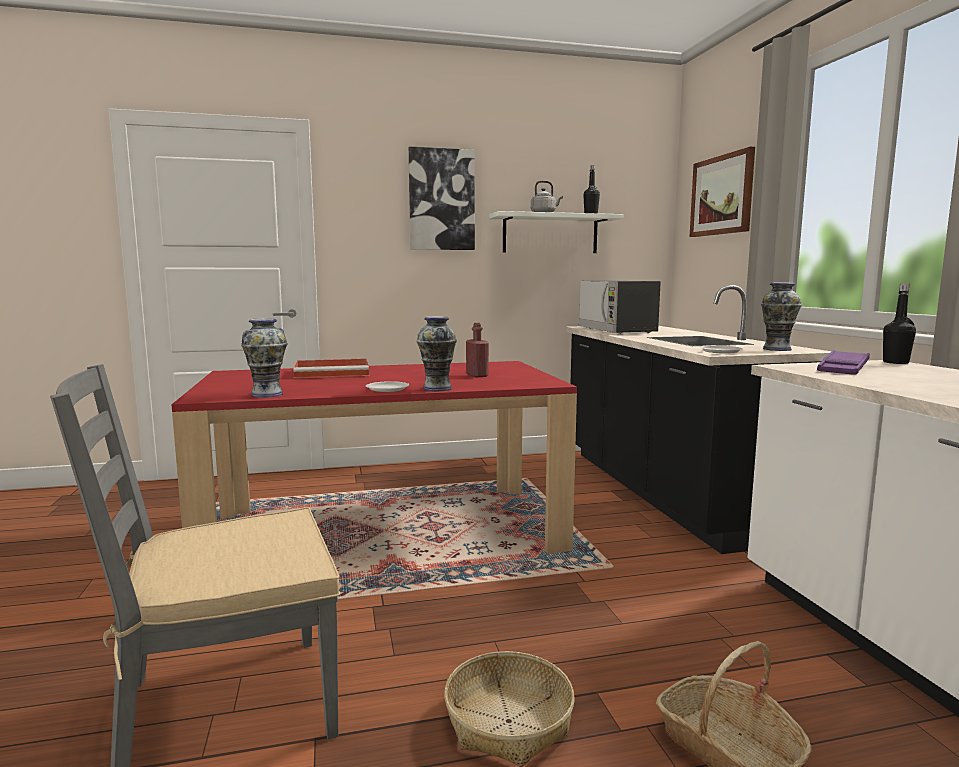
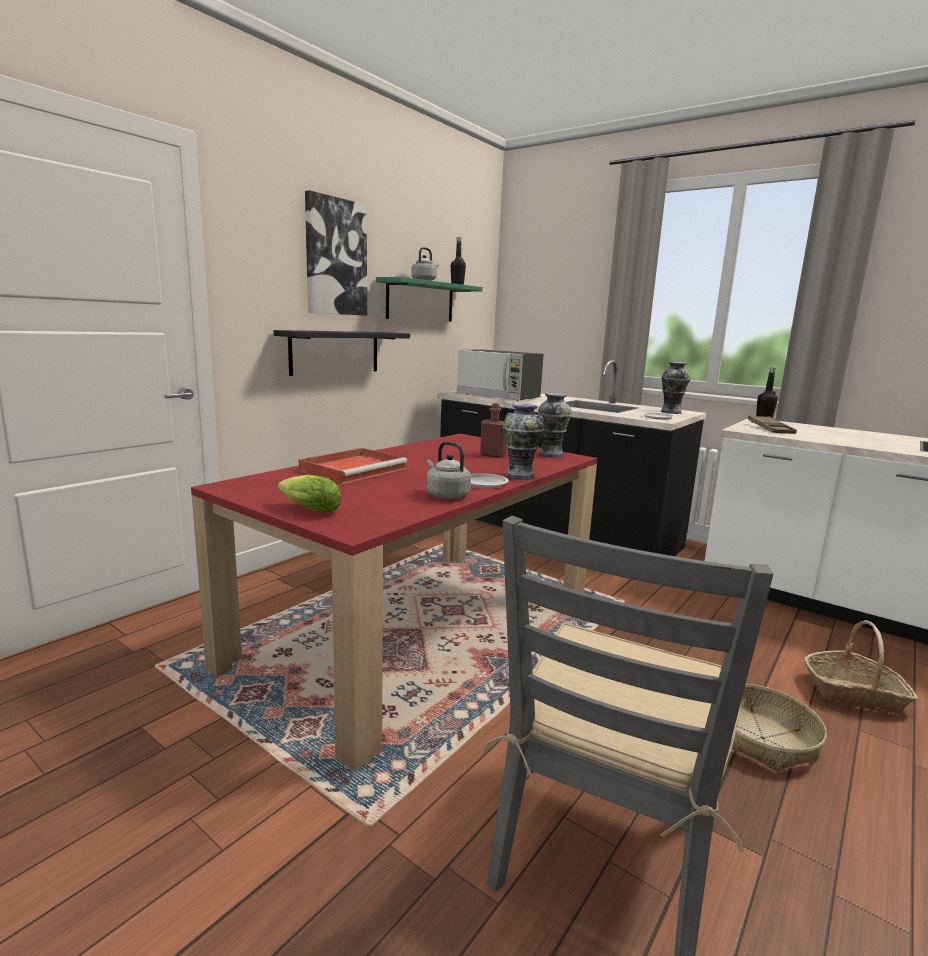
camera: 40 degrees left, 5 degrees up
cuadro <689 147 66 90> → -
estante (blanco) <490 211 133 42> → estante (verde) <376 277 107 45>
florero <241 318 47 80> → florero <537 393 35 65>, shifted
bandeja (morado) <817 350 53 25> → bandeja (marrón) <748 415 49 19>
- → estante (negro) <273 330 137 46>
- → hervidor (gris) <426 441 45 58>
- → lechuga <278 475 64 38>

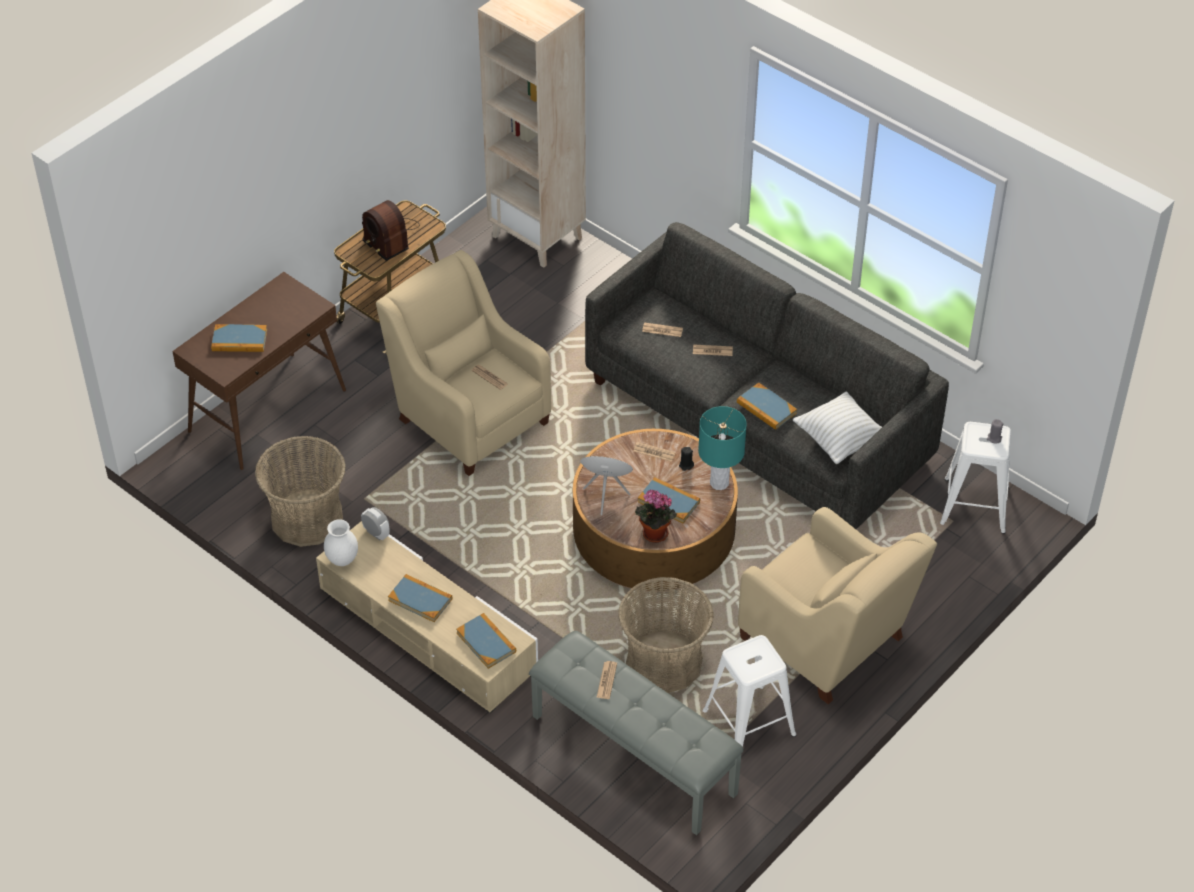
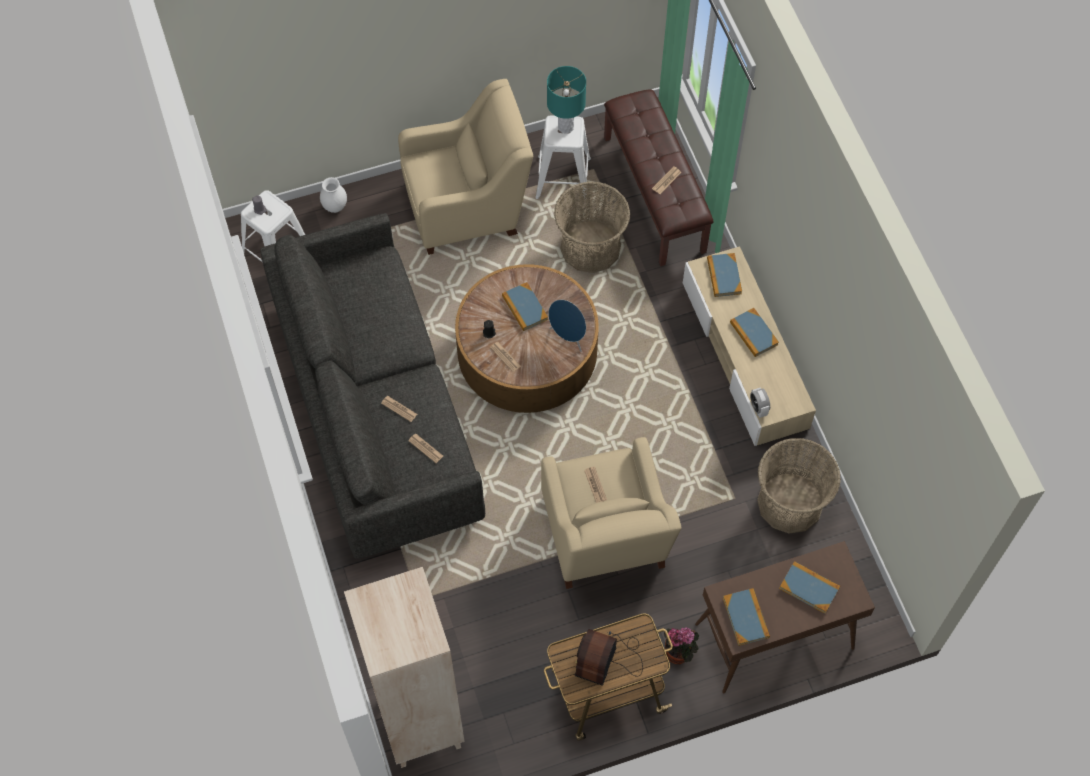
camera: 150 degrees left, 15 degrees up
radio <362 200 58 61> → radio <575 629 68 57>, 150 degrees counterclockwise
libro <737 382 60 48> → libro <723 588 47 58>, shifted
cojín (blanco) <793 392 89 72> → -
lámpara de mesa (turquesa) <698 406 49 84> → lámpara de mesa (turquesa) <547 66 39 68>, shifted
planta en maceta <635 490 42 53> → planta en maceta <664 627 35 37>, shifted
sillón (beis) <738 507 199 197> → sillón (beis) <398 79 135 176>, 90 degrees clockwise
florero (blanco) <324 519 34 47> → florero (blanco) <320 177 27 36>, shifted
banco (gris) <529 631 214 204> → banco (marrón) <604 89 110 177>

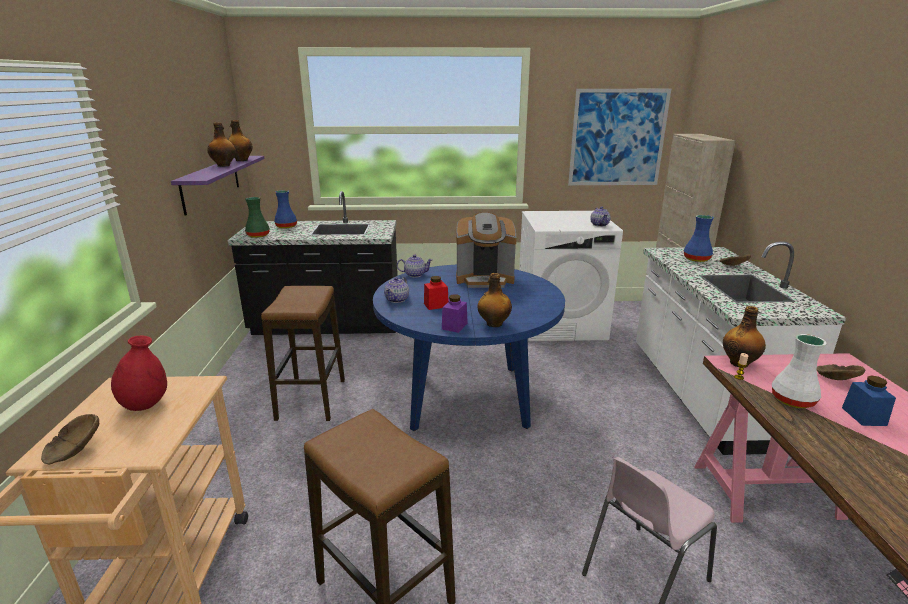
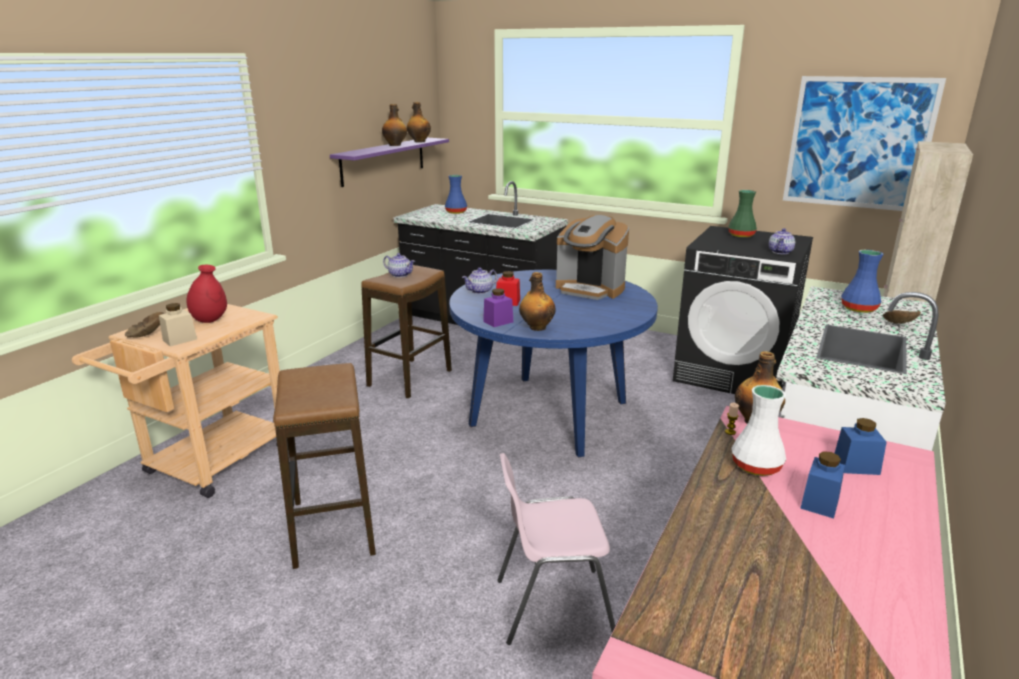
camera: 30 degrees right, 0 degrees up
florero (verde) <245 197 25 41> → florero (verde) <728 190 29 47>, shifted
lavadora (blanco) <519 211 104 130> → lavadora (negro) <673 226 140 168>
tetera <397 255 36 22> → tetera <383 253 32 25>, shifted
cuenco (marrón) <817 364 48 16> → tarro (azul) <835 418 52 57>
- → tarro (beis) <159 303 38 44>

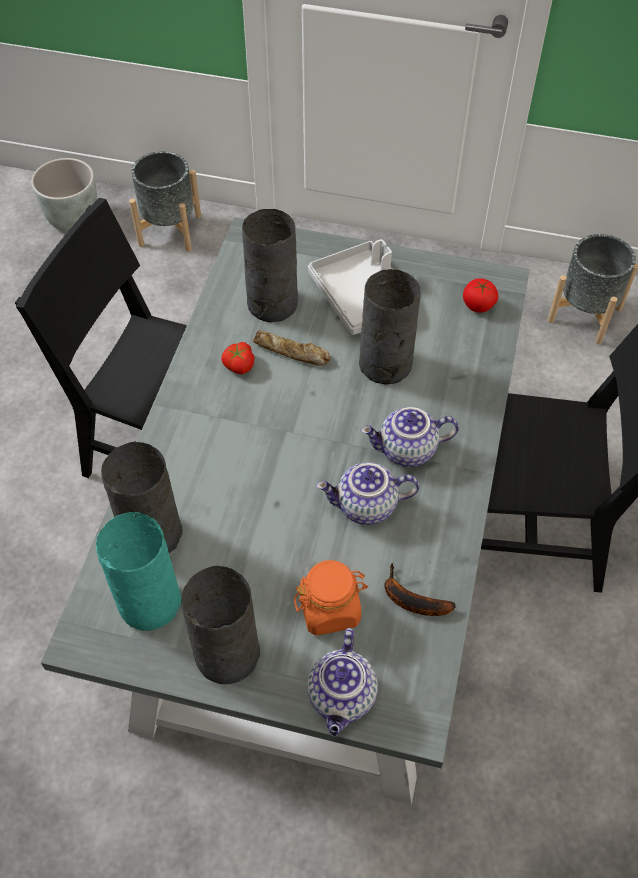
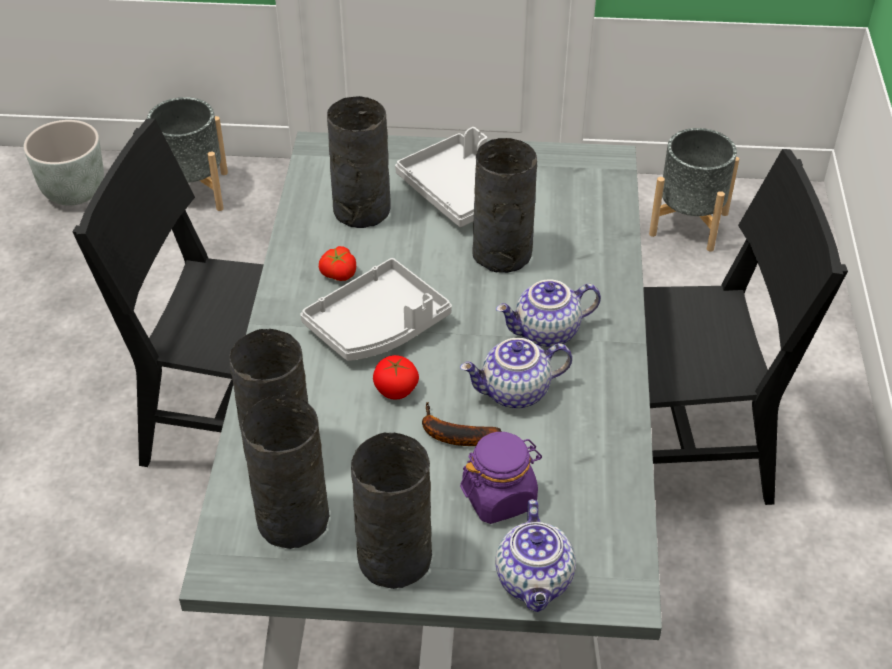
camera: 10 degrees left, 10 degrees down
tomate <463 278 35 35> → tomate <373 355 46 44>, shifted
pan <253 330 77 36> → -
florero (turquesa) <96 512 85 119> → florero (gris) <242 395 87 154>
tarro (naranja) <294 560 74 76> → tarro (morado) <460 432 82 92>
plátano <384 563 72 53> → plátano <422 402 80 44>, shifted
- → bandeja (gris) <300 258 152 103>

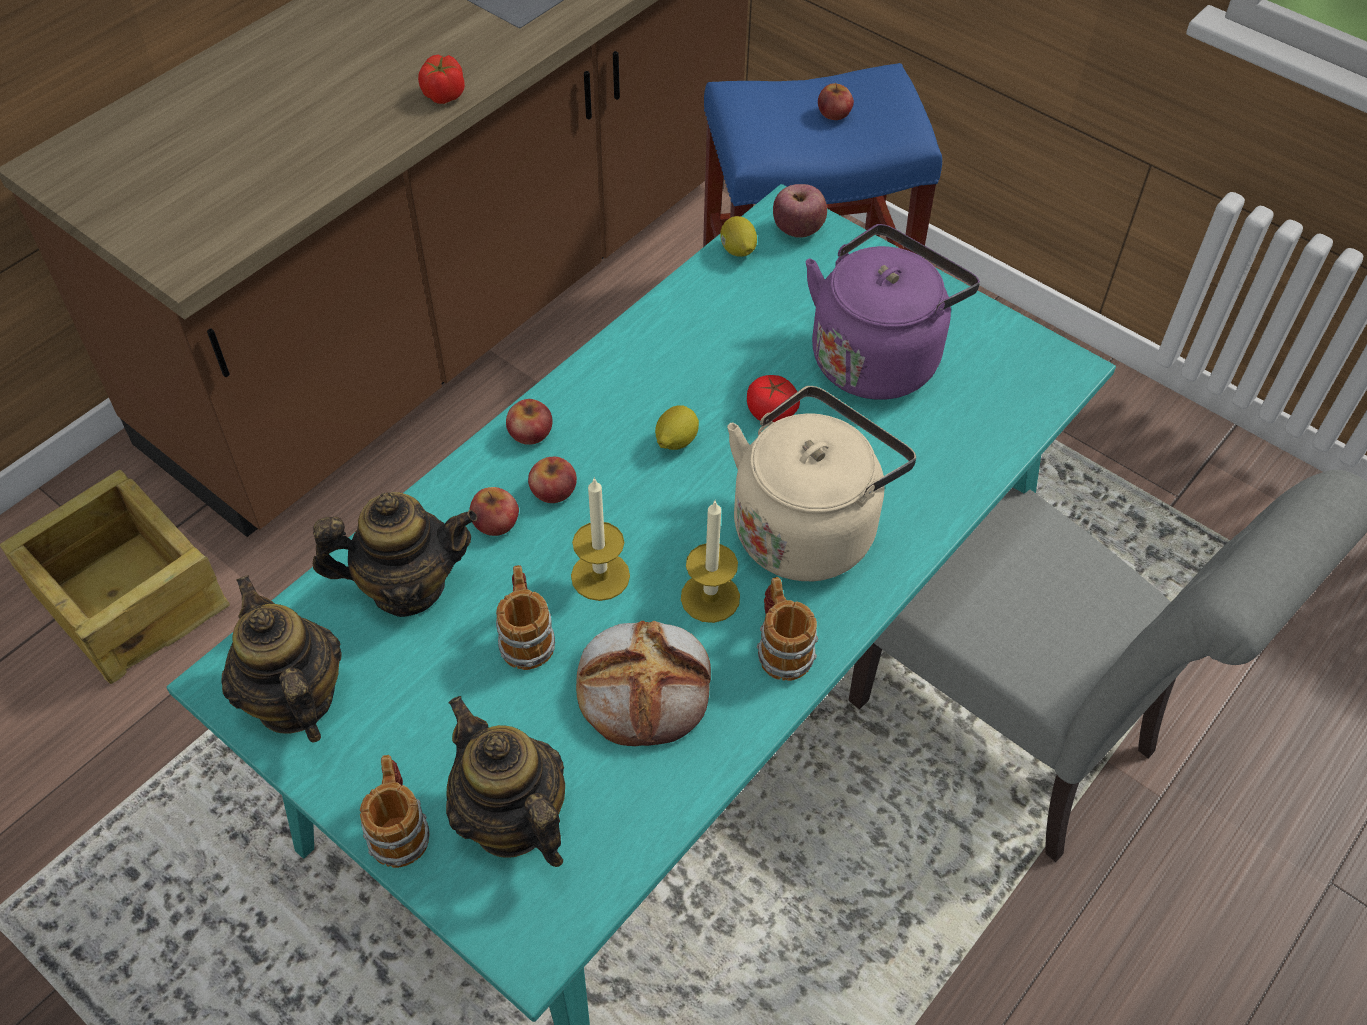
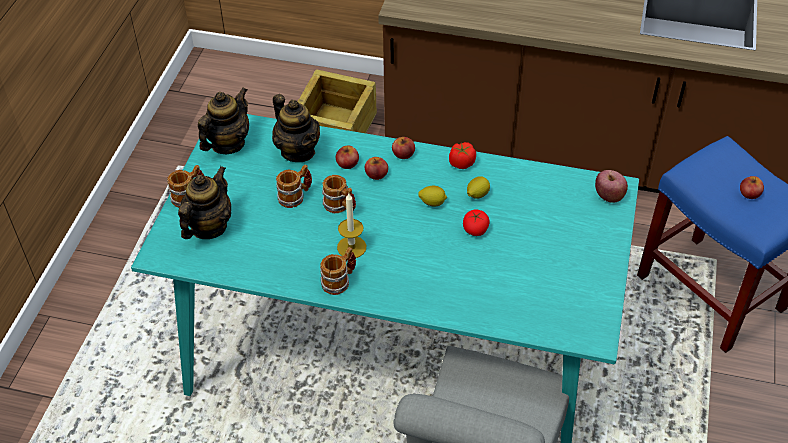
camera: 65 degrees right, 5 degrees down
tomate <418 54 47 50> → tomate <449 142 27 27>, shifted
limón <720 216 37 41> → limón <467 176 23 23>, shifted
hervidor (morado) <806 224 174 176> → -
hervidor (beis) <727 386 189 195> → -
vela <571 477 59 124> → taza grande <322 175 34 38>
pan <576 621 135 125> → -

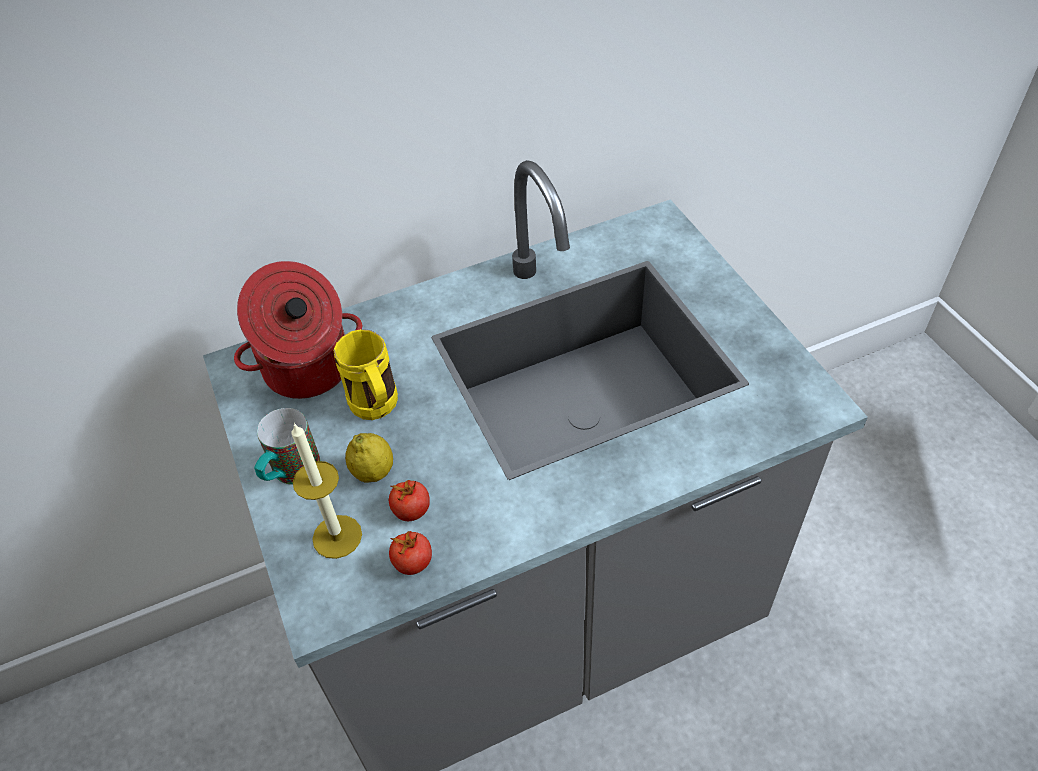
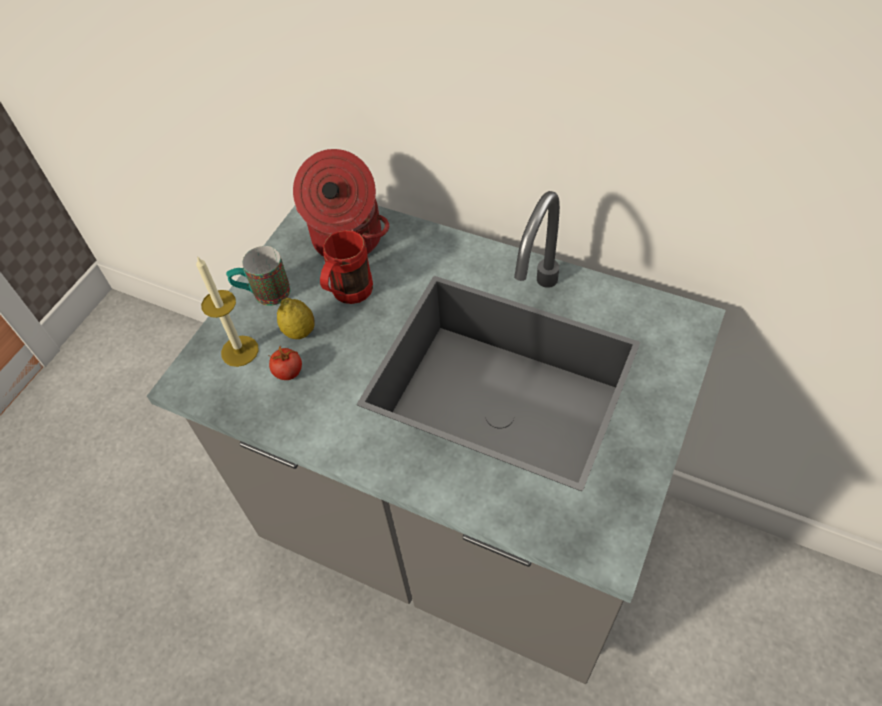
camera: 50 degrees right, 5 degrees up
taza grande (amarillo) <333 329 65 91> → taza grande (rojo) <320 230 53 74>
tomate <389 531 43 44> → -

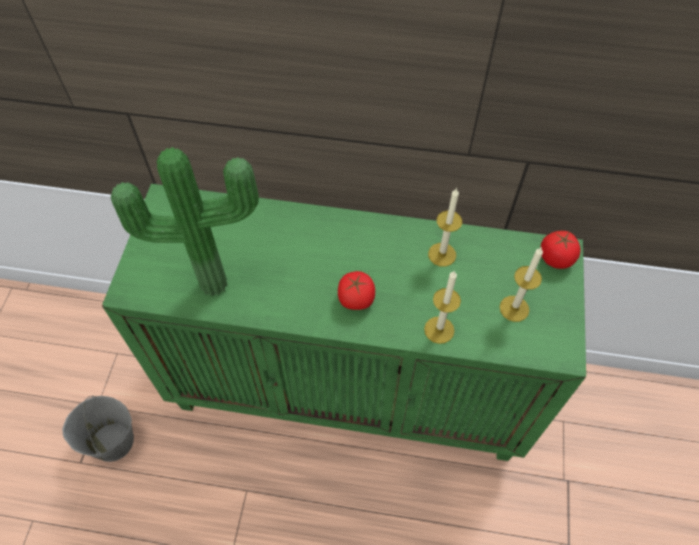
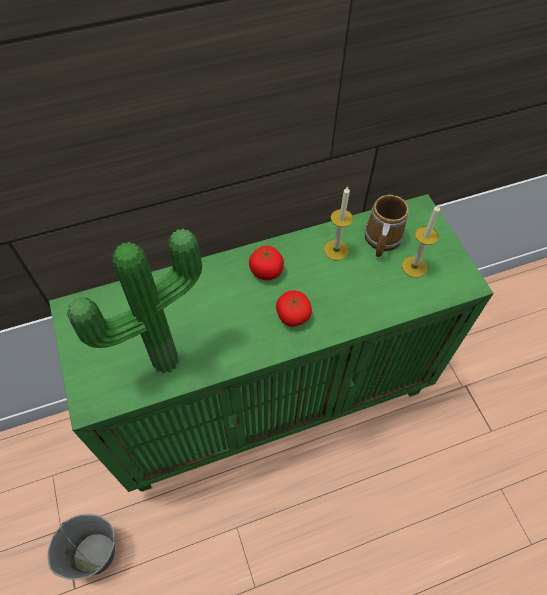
camera: 30 degrees left, 0 degrees up
tomate <540 231 40 38> → tomate <249 246 35 34>, shifted
vela <424 270 37 74> → -
- → taza grande <365 195 44 63>

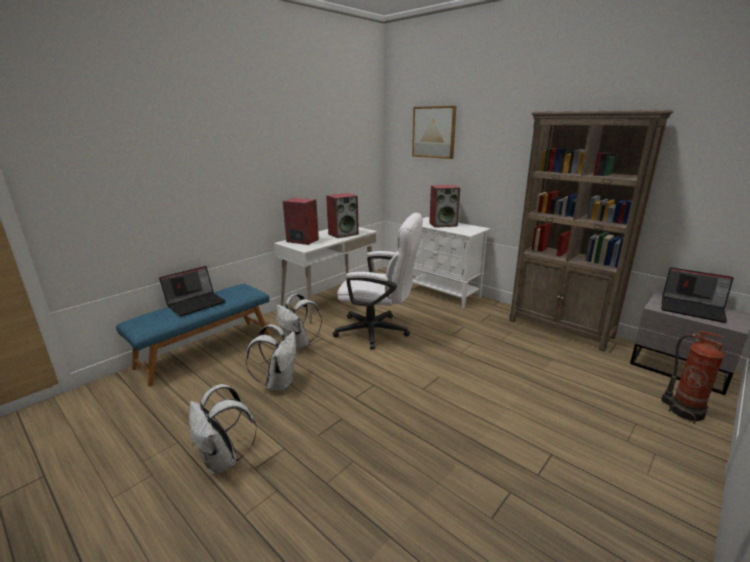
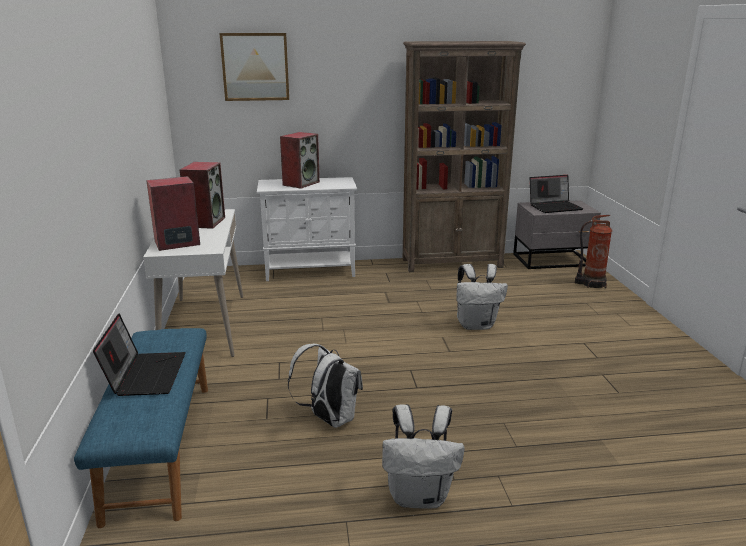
camera: 50 degrees left, 0 degrees up
silla de oficina (blanco) <333 213 90 137> → -
mochila (blanco) <276 294 46 57> → mochila (blanco) <456 264 52 66>, shifted

